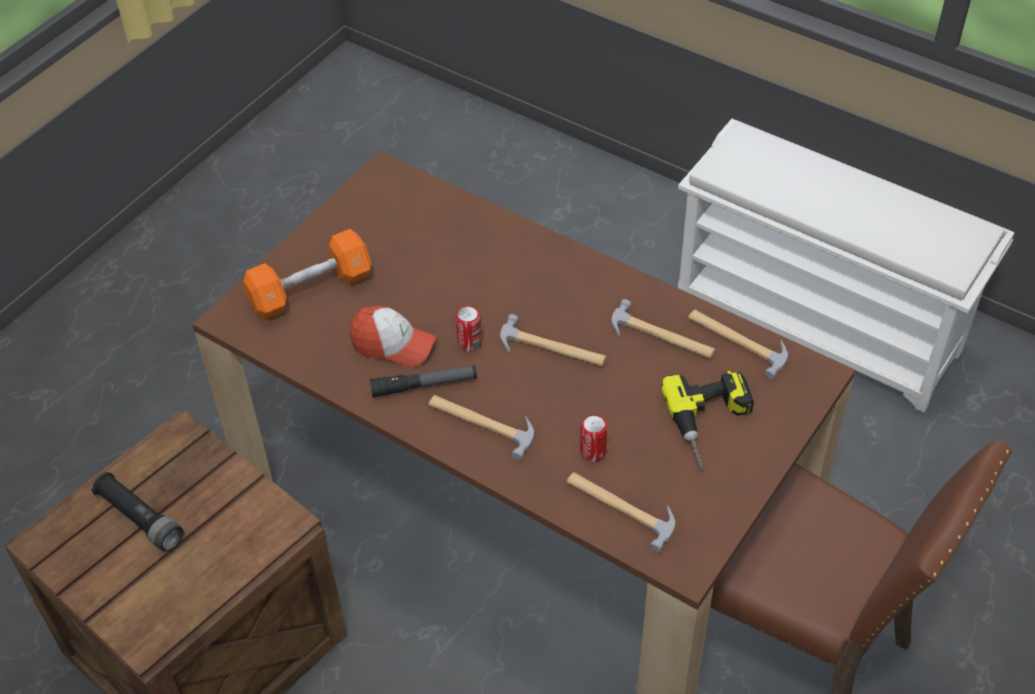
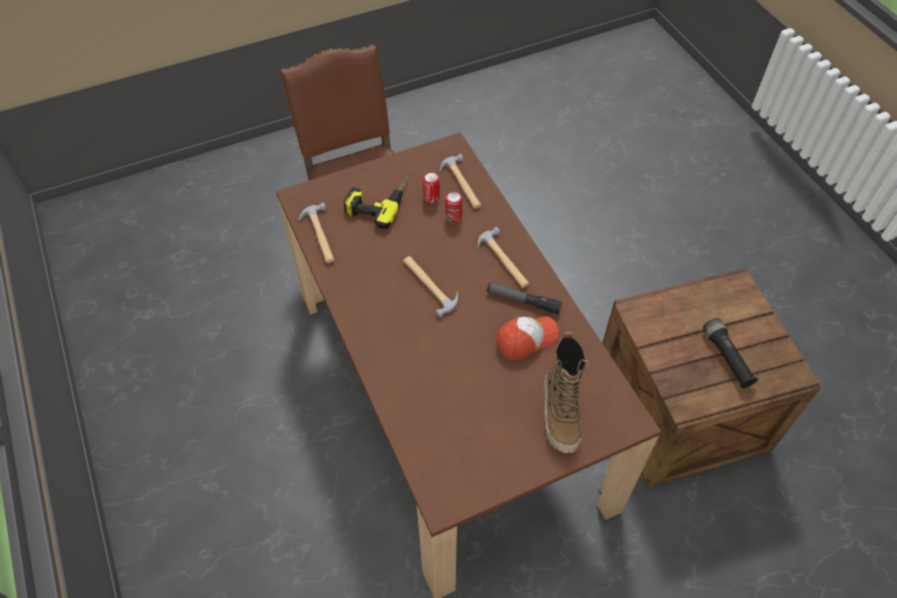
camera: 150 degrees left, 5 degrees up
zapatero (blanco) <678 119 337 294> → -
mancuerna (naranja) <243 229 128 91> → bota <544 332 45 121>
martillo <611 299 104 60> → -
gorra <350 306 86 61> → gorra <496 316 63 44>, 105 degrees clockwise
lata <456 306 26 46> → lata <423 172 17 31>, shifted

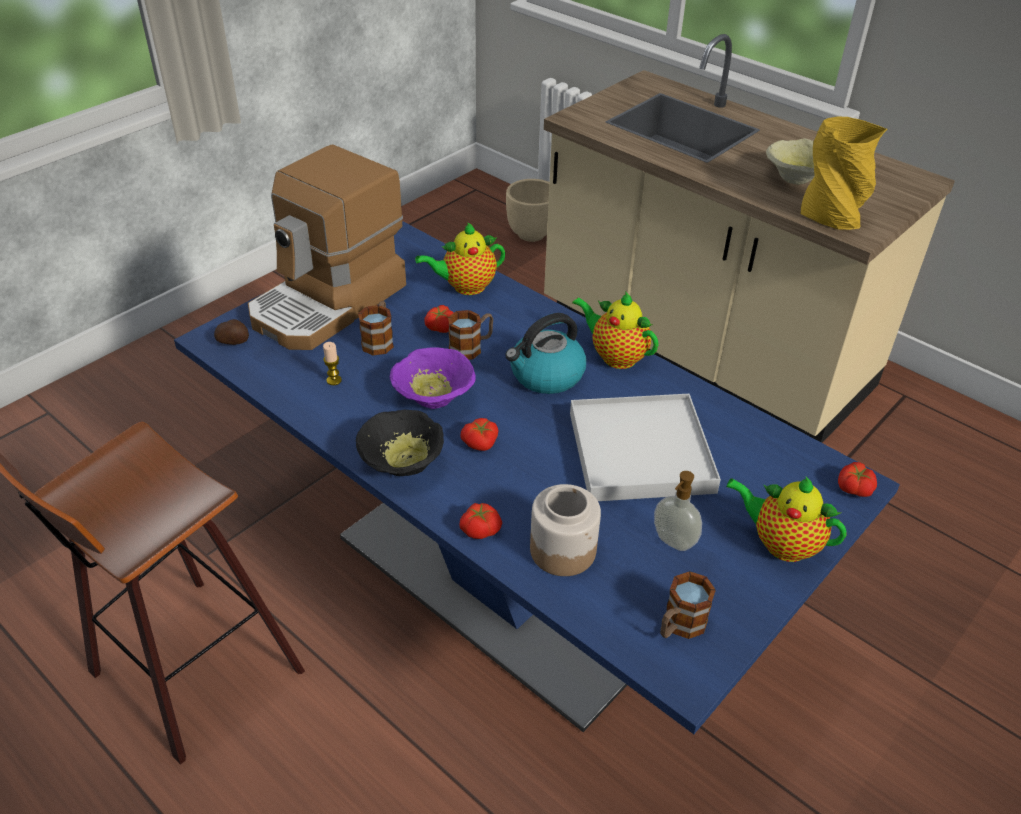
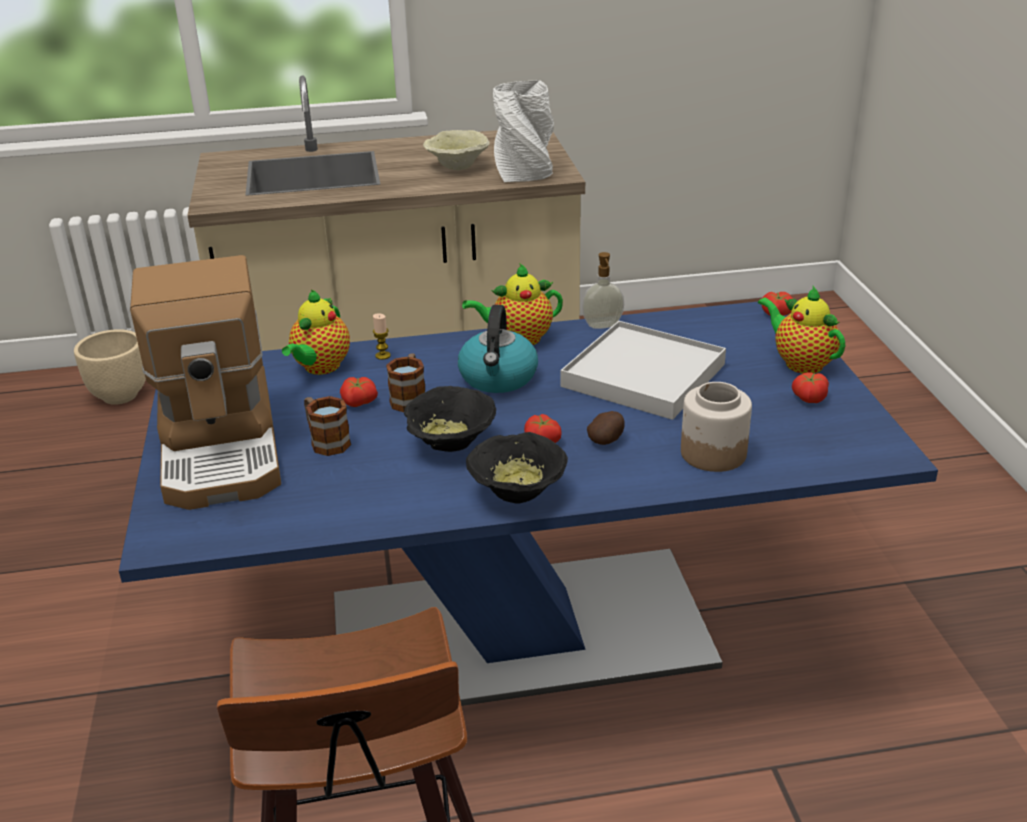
camera: 50 degrees left, 10 degrees down
florero (amarillo) <801 117 86 113> → florero (blanco) <493 80 61 102>
patata <214 319 35 26> → patata <587 411 38 34>, shifted
vela <323 342 19 43> → vela <373 313 18 47>, shifted
cuenco (morado) <390 347 86 62> → cuenco (negro) <404 386 92 66>
dispensador de jabón <654 471 48 80> → dispensador de jabón <582 252 42 77>, shifted
tetera <726 477 120 85> → tetera <758 286 87 88>, 75 degrees clockwise
tomate <460 503 42 36> → tomate <792 373 37 30>, shifted
taza grande <660 571 56 68> → -

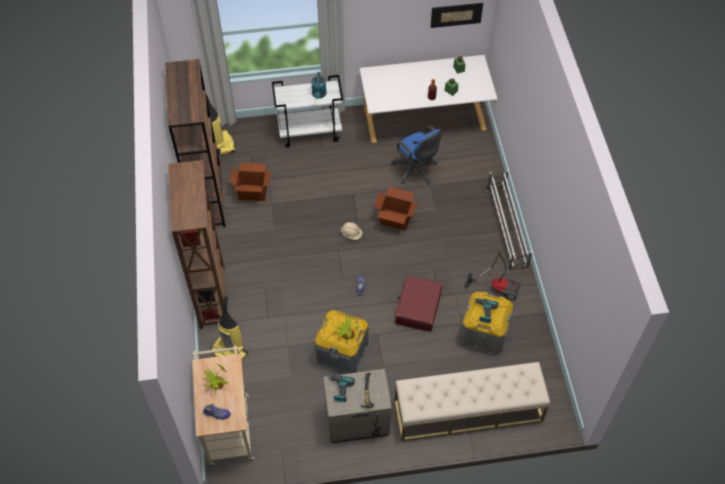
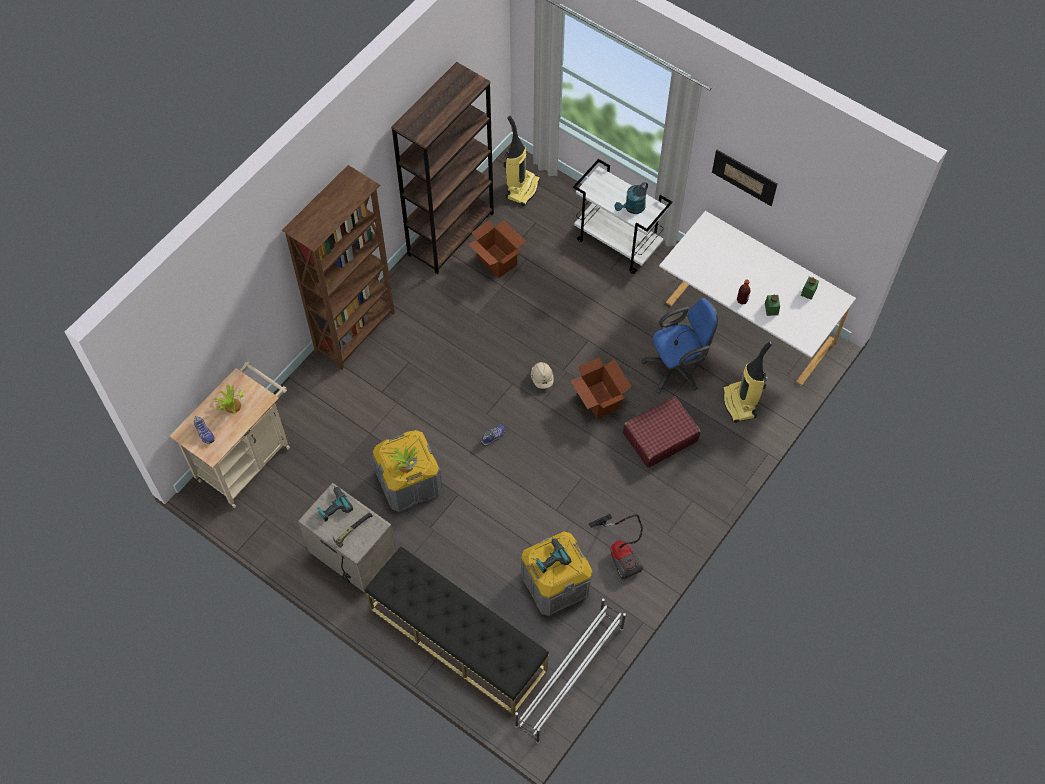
camera: 45 degrees right, 5 degrees up
cuadro <431 3 52 25> → cuadro <712 150 66 56>, shifted
silla de oficina (azul) <391 126 50 58> → silla de oficina (azul) <641 298 77 96>, 120 degrees counterclockwise
zapatero (blanco) <486 170 46 102> → zapatero (blanco) <515 599 111 144>, shifted
maleta (rojo) <395 276 47 56> → maleta (rojo) <623 396 78 72>, shifted
aspiradora <210 295 38 66> → aspiradora <723 341 50 82>, shifted
banco (beis) <394 362 156 79> → banco (negro) <365 547 184 168>

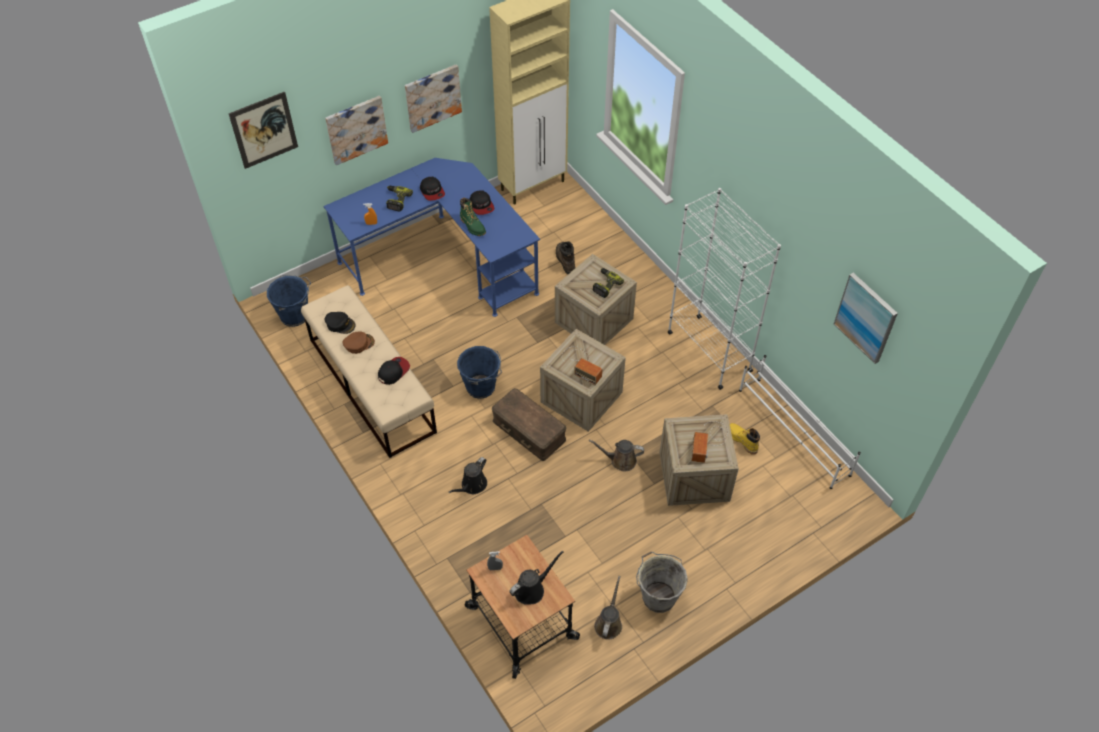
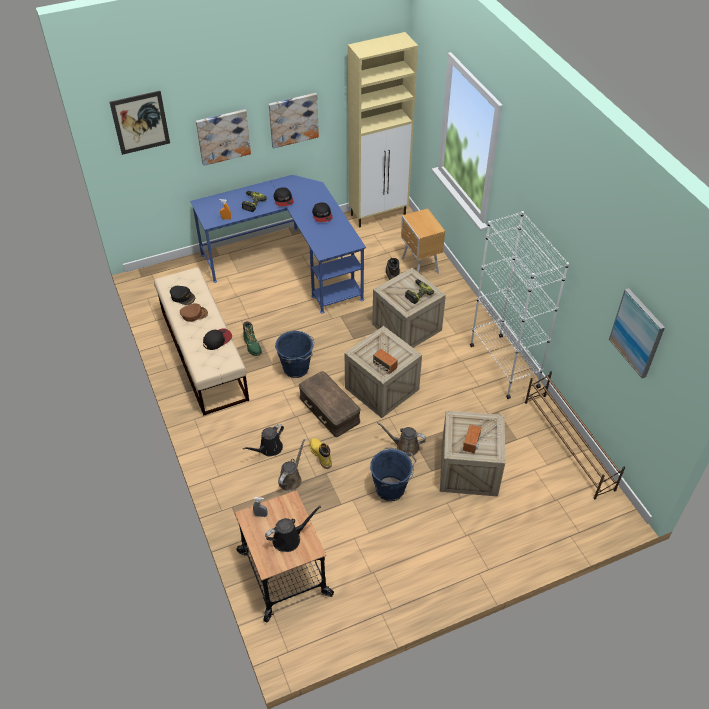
camera: 10 degrees right, 5 degrees down
bota (verde) <460 198 26 38> → bota (verde) <243 321 19 35>, shifted
cubo (azul) <267 275 44 52> → cubo (azul) <370 448 46 53>, shifted
zapatero (blanco) <739 355 122 134> → zapatero (marrón) <525 371 100 128>
bota (amarillo) <730 423 30 32> → bota (amarillo) <310 438 22 31>, shifted
cubo (gris) <636 551 52 62> → -
regadera (marrón) <594 576 28 64> → regadera (marrón) <278 439 27 52>, shifted
- → mesita de noche (marrón) <401 208 44 66>

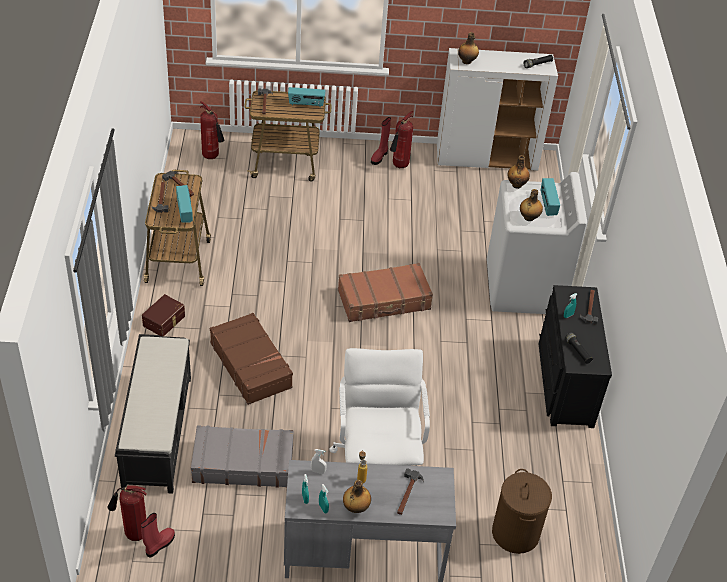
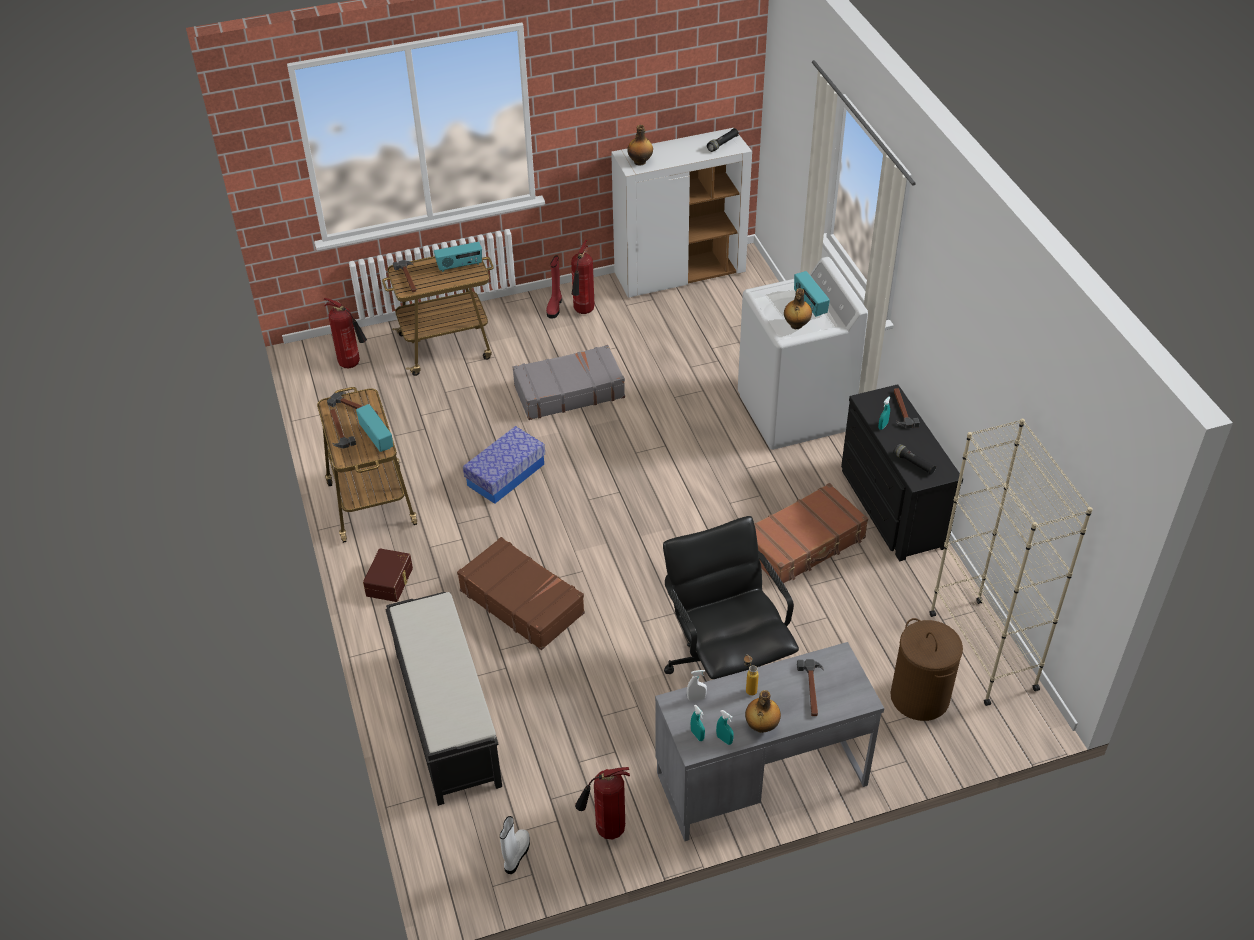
camera: 15 degrees left, 0 degrees up
botella <507 155 23 34> → -
maleta (marrón) <338 263 95 59> → maleta (marrón) <754 483 114 100>, shifted
silla de oficina (blanco) <329 348 101 118> → silla de oficina (negro) <663 516 136 163>
maleta (gris) <191 425 103 63> → maleta (gris) <513 345 112 75>, shifted
extintor <108 485 39 56> → extintor <575 767 55 73>, shifted
bota (rojo) <141 513 34 45> → bota (blanco) <500 816 30 58>
- → estantería (beis) <929 419 164 287>
- → caja de almacenaje <463 426 82 78>

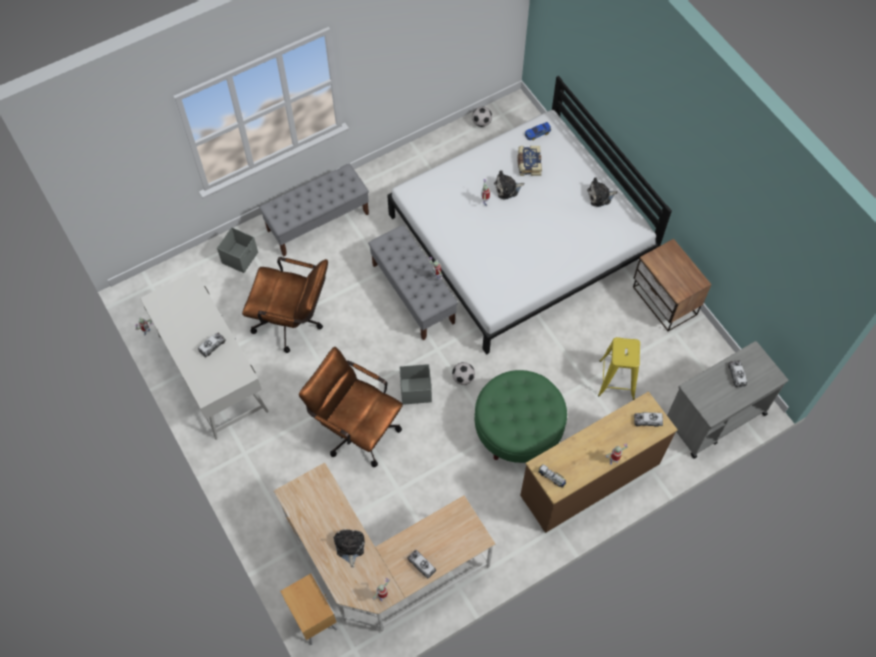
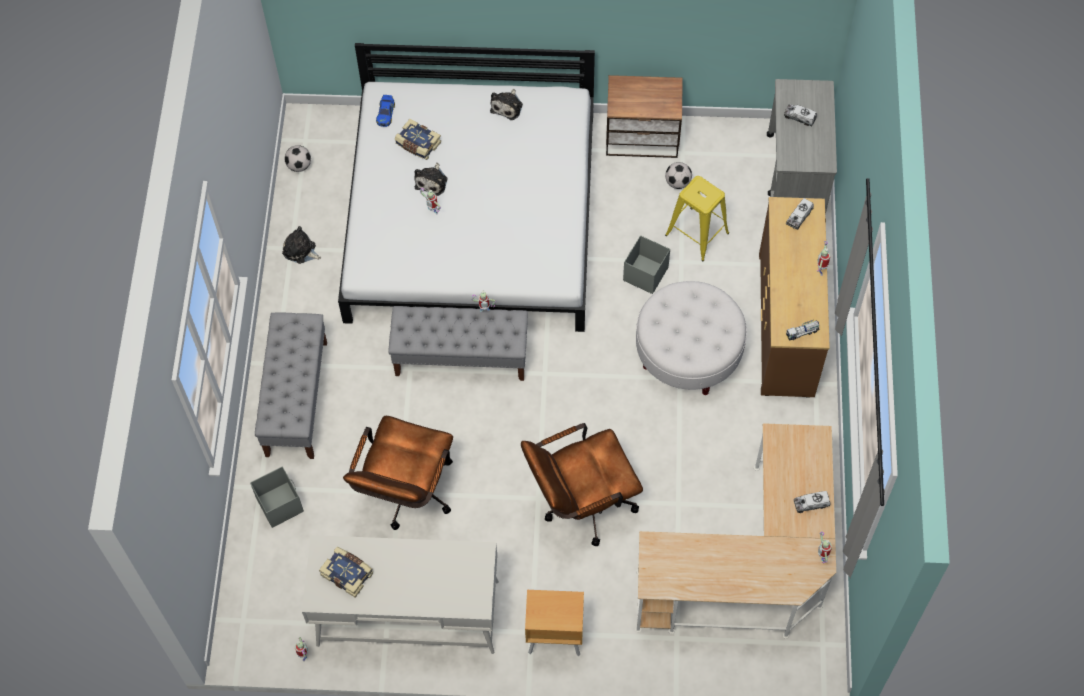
camera: 55 degrees left, 0 degrees up
silla de oficina (marrón) <242 257 86 96> → silla de oficina (marrón) <343 416 110 114>, 150 degrees clockwise
camión de juguete <198 332 28 26> → -
balón de fútbol <452 362 23 23> → balón de fútbol <665 162 27 27>, shifted
caja de almacenaje (gris) <399 364 33 41> → caja de almacenaje (gris) <623 235 47 59>, shifted
puf (verde) <475 370 92 93> → puf (blanco) <636 281 111 114>
peluche <333 529 32 39> → peluche <282 226 39 38>, shifted
mesita de noche (marrón) <280 573 58 72> → mesita de noche (marrón) <525 588 59 68>, shifted
- → libro <319 547 54 50>

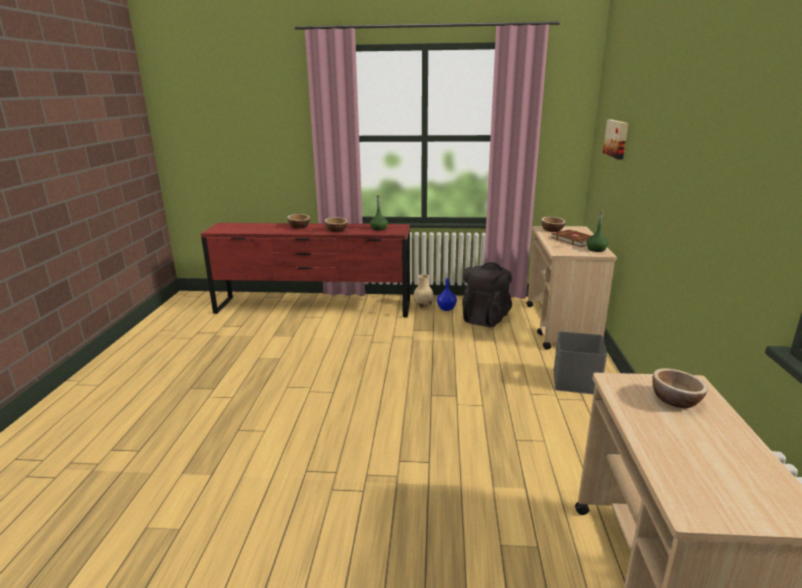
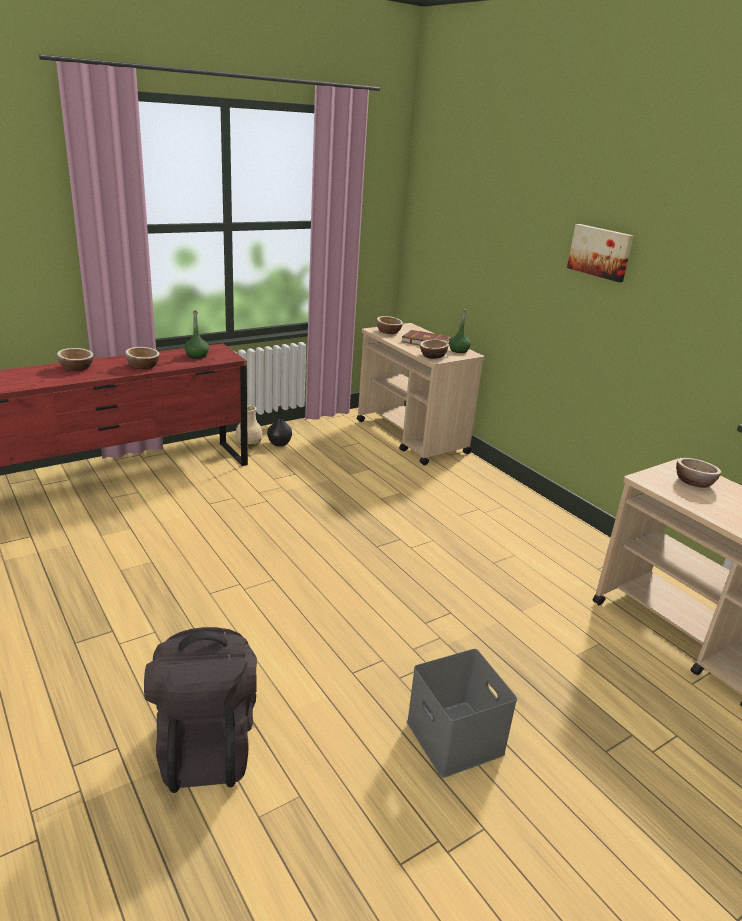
camera: 40 degrees left, 5 degrees up
cuadro <603 120 25 40> → cuadro <567 224 67 58>, shifted
mochila (negro) <462 262 50 66> → mochila (negro) <144 627 113 166>, shifted
florero (azul) <437 279 20 32> → florero (negro) <267 406 25 41>
caja de almacenaje (gris) <553 331 54 63> → caja de almacenaje (gris) <407 649 110 129>, shifted
- → cuenco <420 339 29 20>

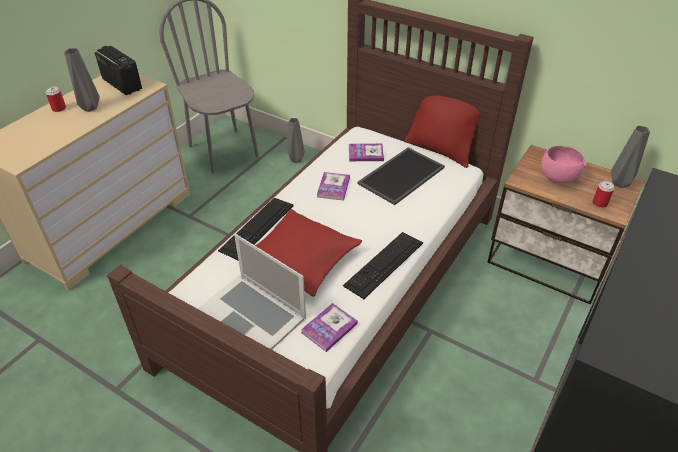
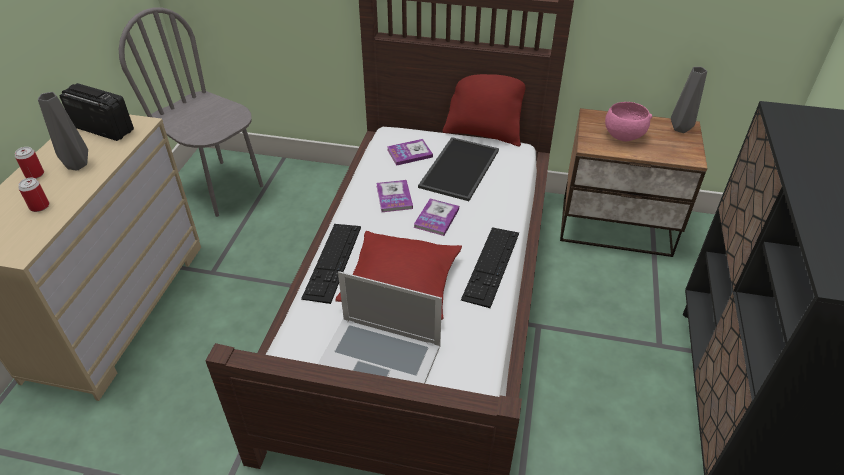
camera: 20 degrees left, 0 degrees up
florero (gris) <287 118 18 45> → -
lata <593 181 21 27> → lata <18 178 31 34>, shifted
libro <301 303 57 49> → libro <414 199 45 37>, shifted

